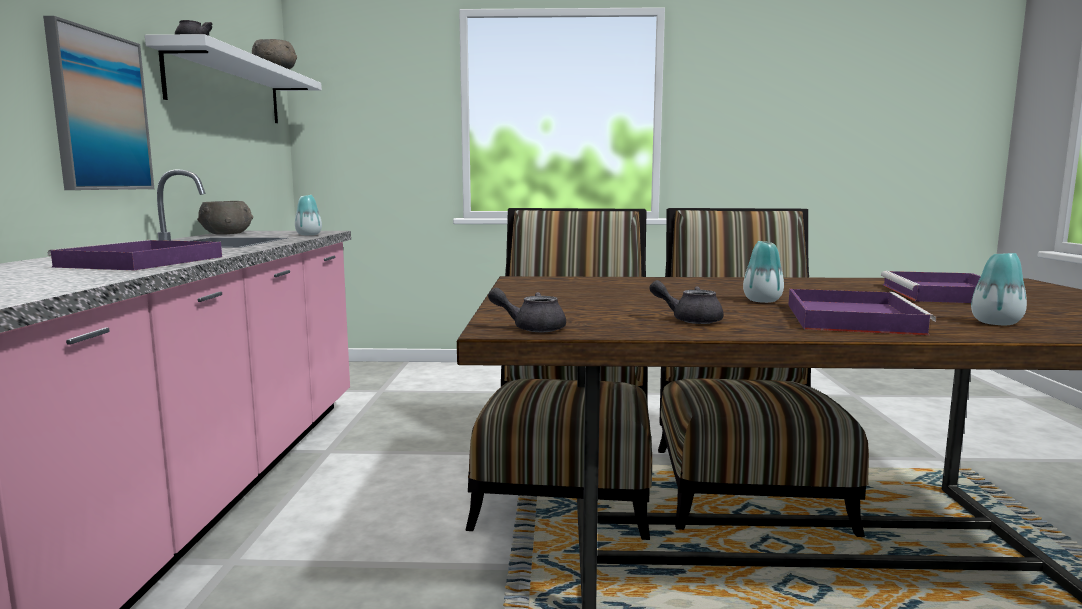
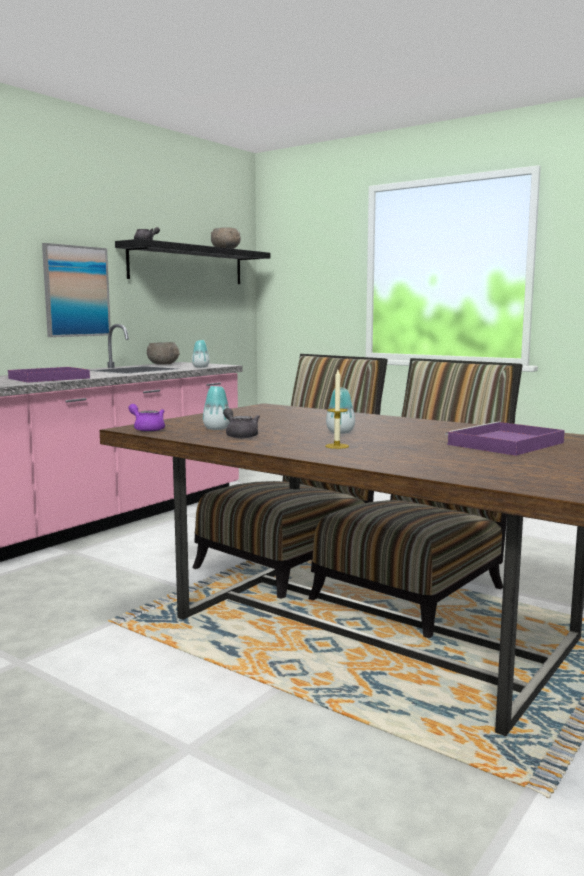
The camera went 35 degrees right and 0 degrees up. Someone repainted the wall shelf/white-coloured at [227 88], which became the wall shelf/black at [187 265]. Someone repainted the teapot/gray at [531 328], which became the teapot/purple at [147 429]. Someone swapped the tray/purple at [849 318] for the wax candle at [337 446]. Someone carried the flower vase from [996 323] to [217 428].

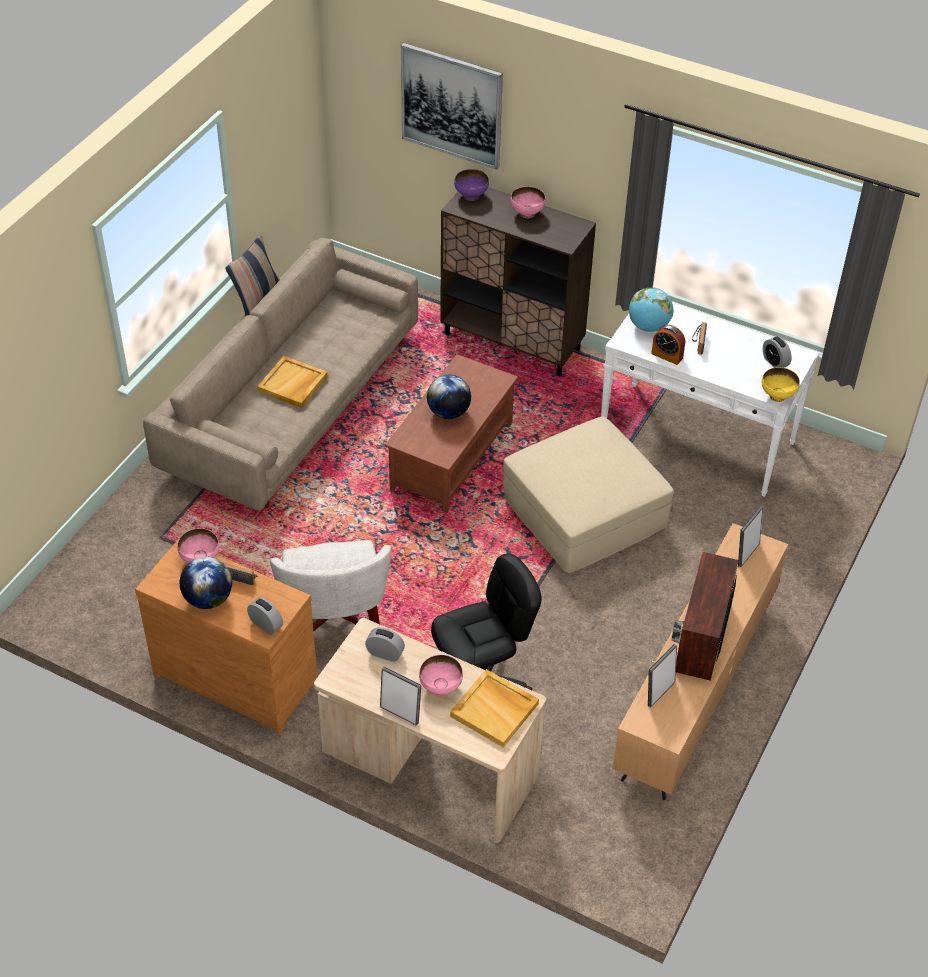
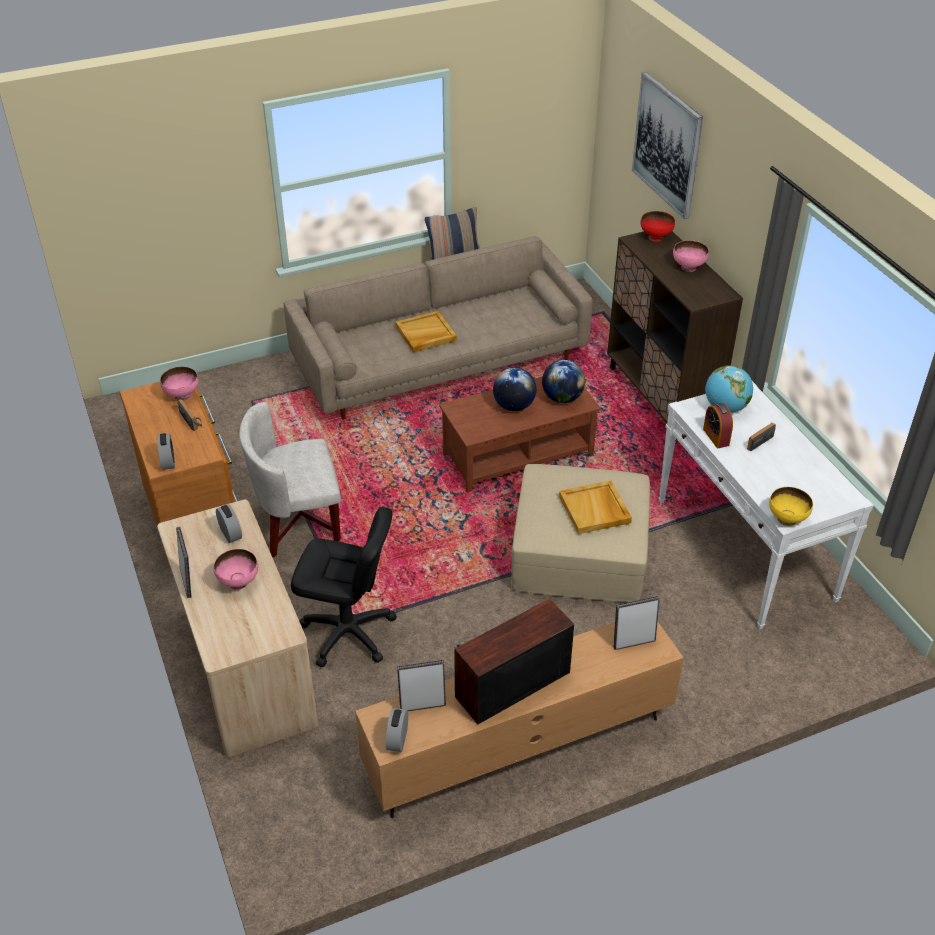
The camera went 40 degrees right and 5 degrees down. Someone carried the globe from [208 599] to [562 398]. Someone rotated the lounge chair/white-coloured at [334 623] by 45 degrees clockwise. Someone carried the tray/beige from [495 710] to [595 510]. Someone repainted the serving bowl/purple at [471 196], which became the serving bowl/red-coloured at [656 237]. Someone carried the alarm clock from [775 362] to [397 739].

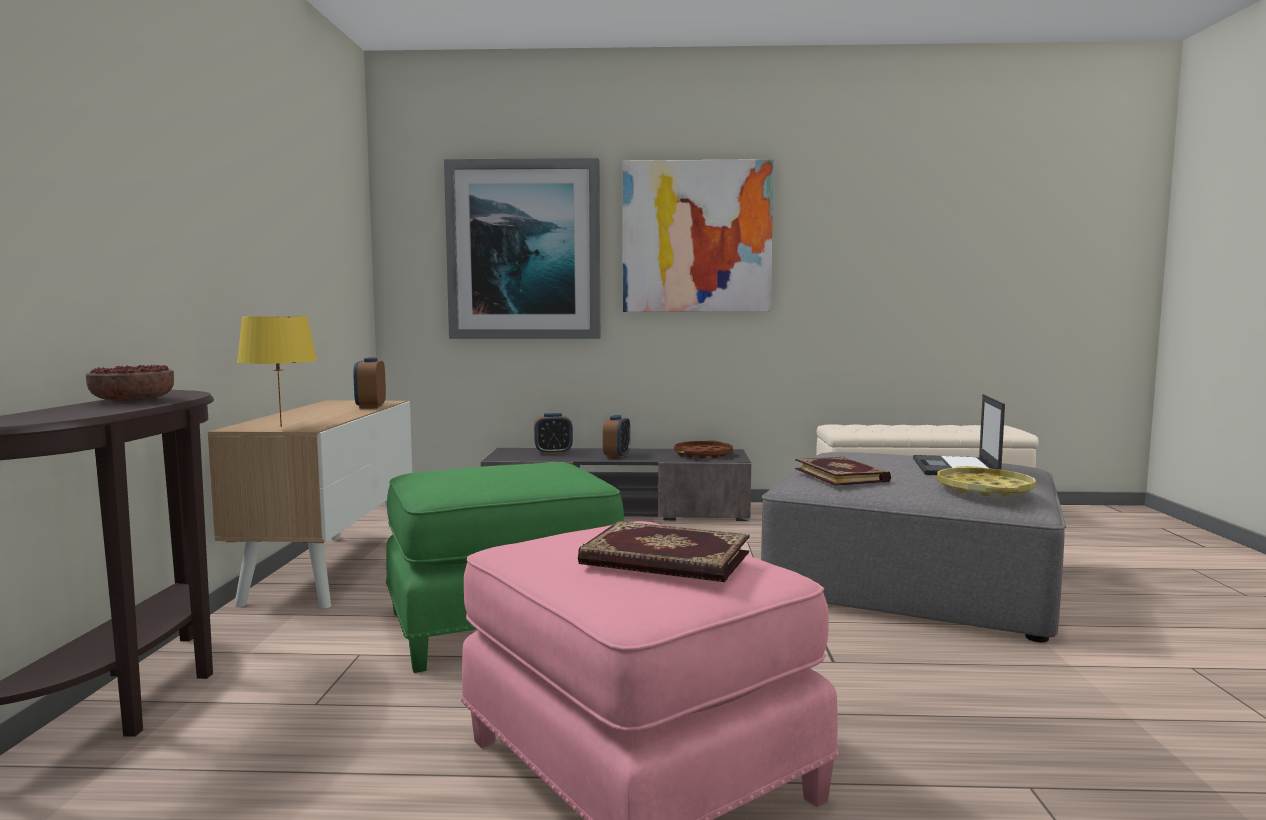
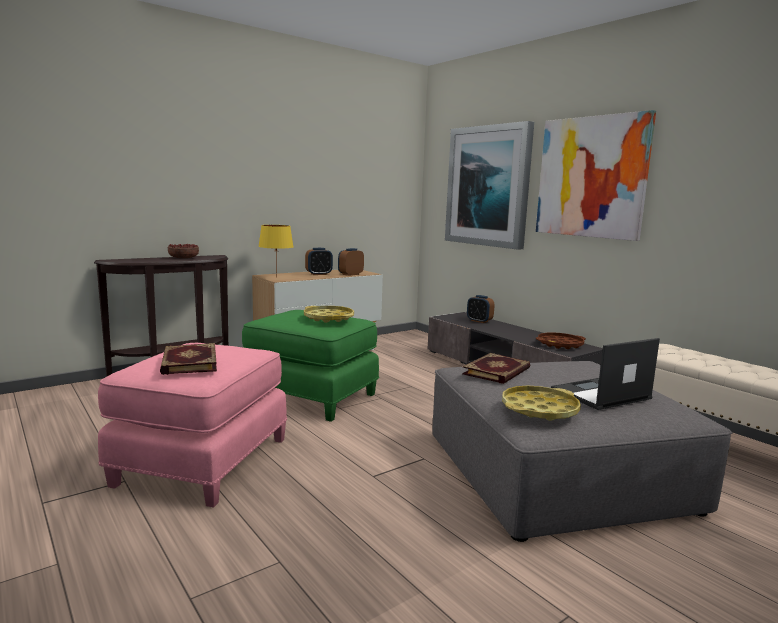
The camera went 50 degrees right and 5 degrees up. Someone carried the alarm clock from [617 456] to [319 274]. Someone put down the tray/yellow at [328 318].

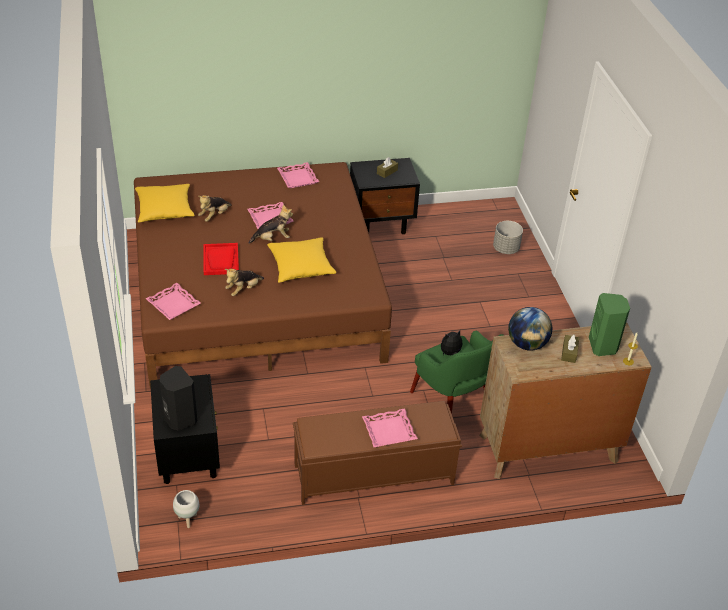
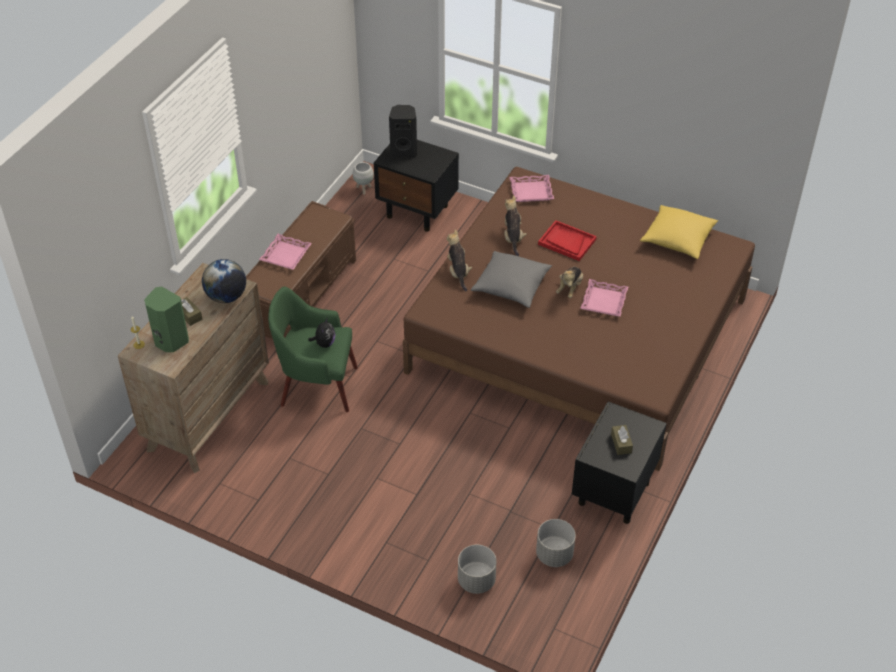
The camera went 130 degrees right and 5 degrees up. Someone carried the plush toy from [215 216] to [458 272]. Someone repainted the cushion/yellow at [301 267], which became the cushion/gray at [511 286]. Someone took away the tray/pink-coloured at [298 178]. Someone put down the flower pot/gray at [554 555].

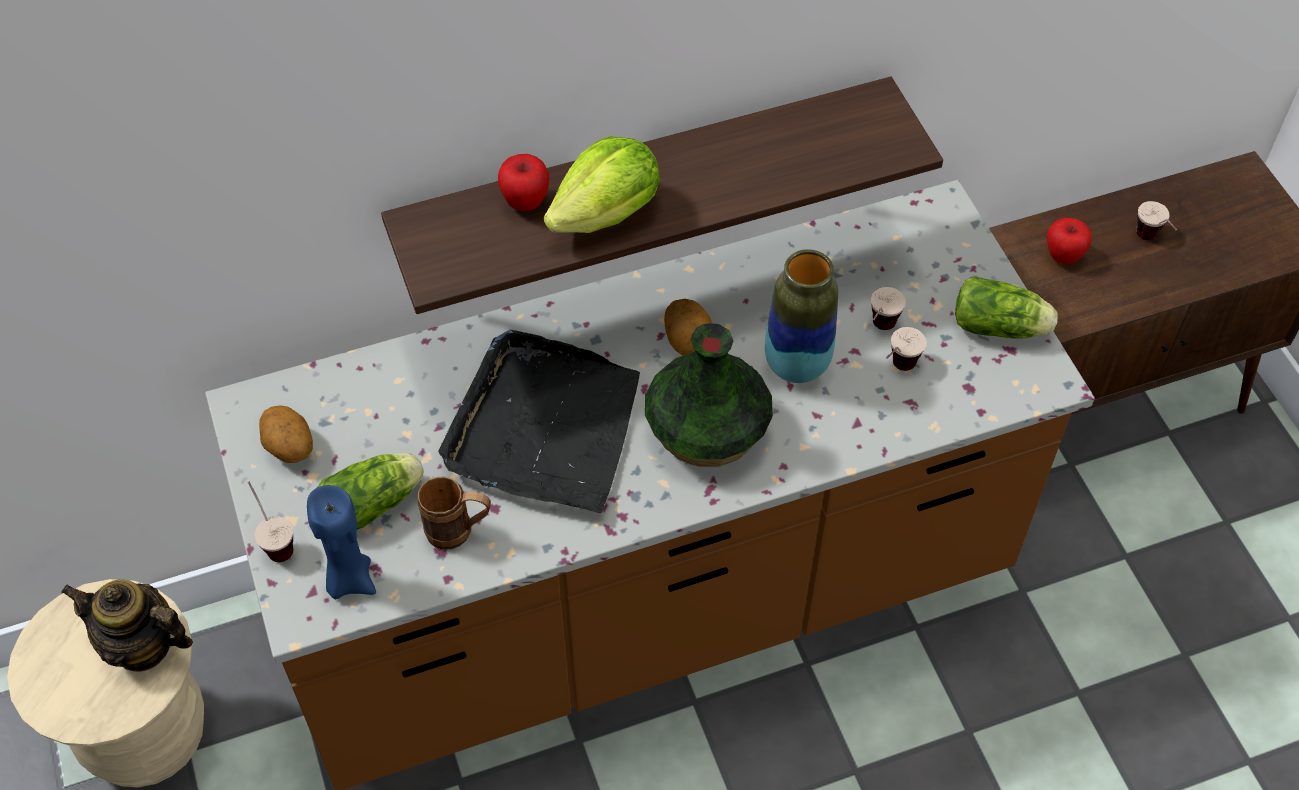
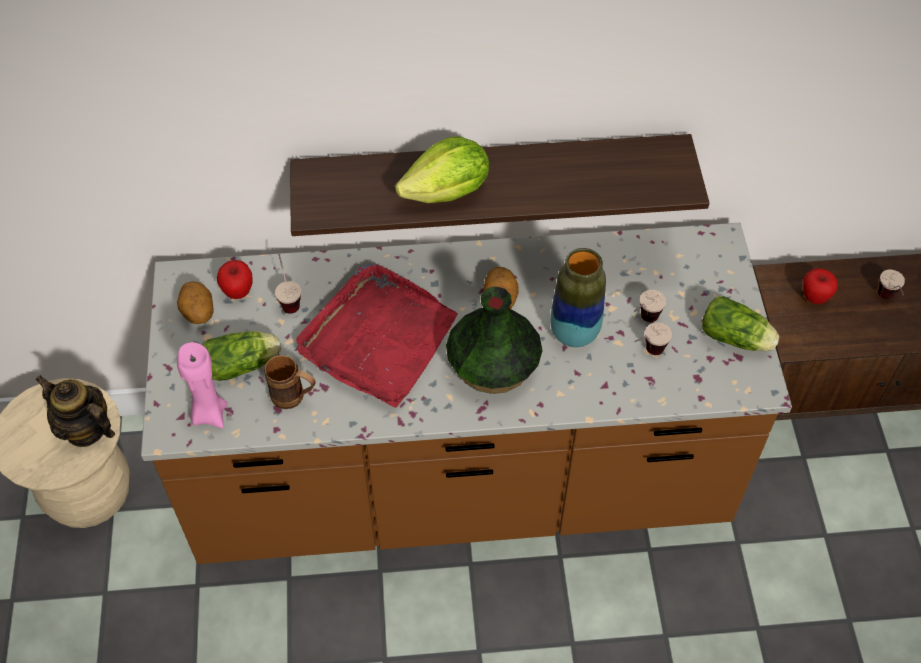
The camera went 15 degrees right and 0 degrees up. Someone carried the small cup from [274 540] to [288 298]. Someone repainted the wax candle/bluish at [349 578], which became the wax candle/pink-coloured at [209 413]. Someone repainted the tray/black at [544 428], which became the tray/red-coloured at [378 338]. Someone carried the whole apple from [525 202] to [238 292].

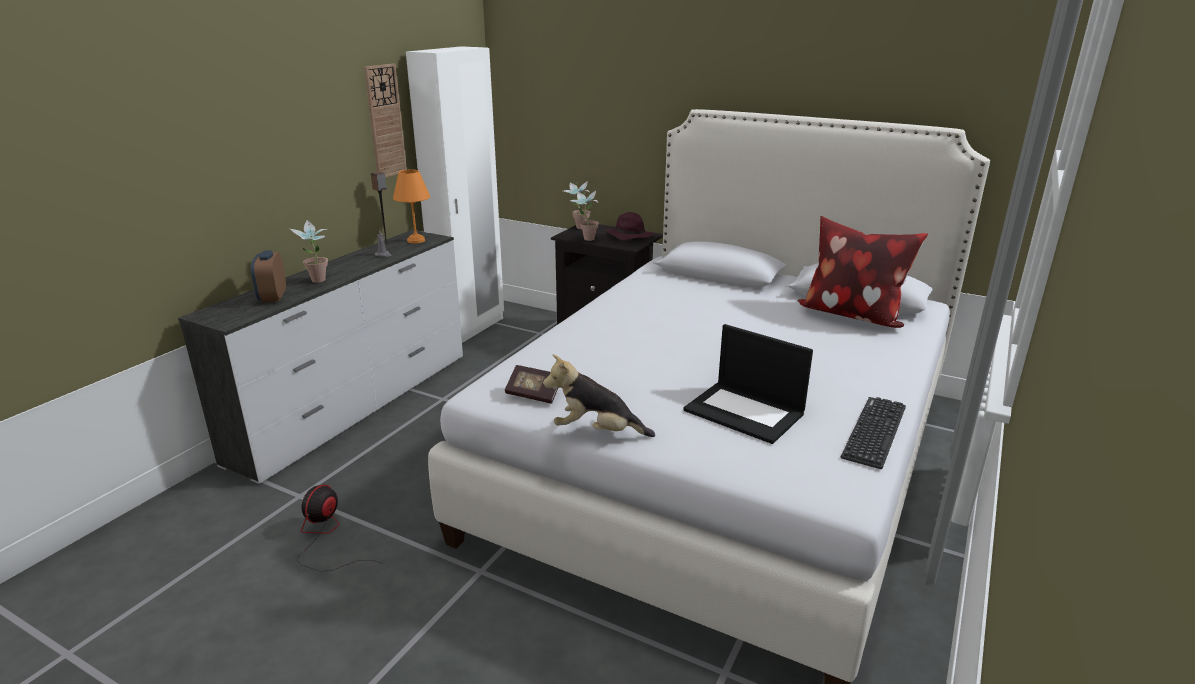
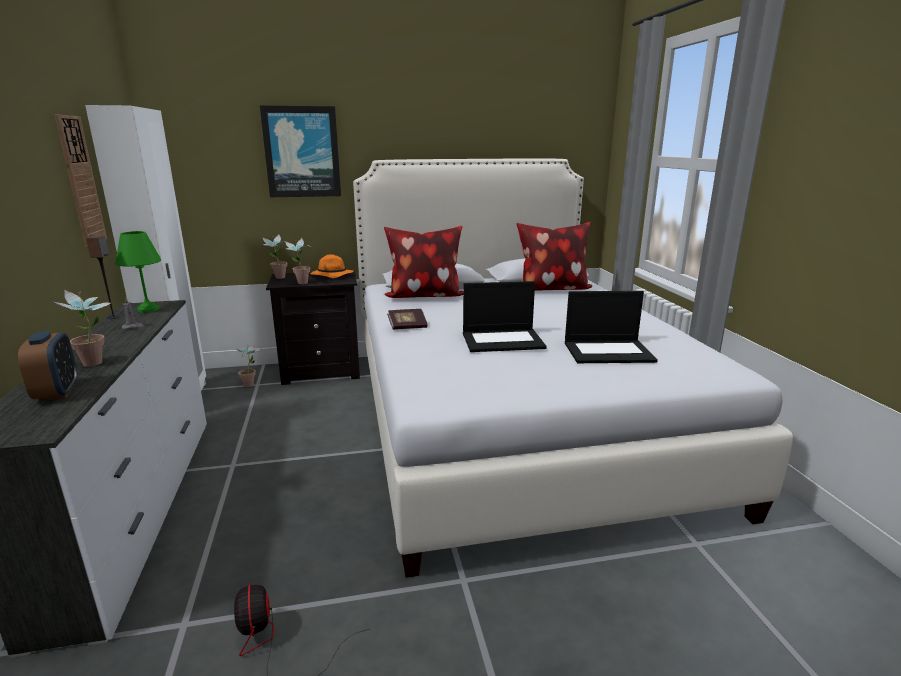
The camera went 40 degrees left and 5 degrees down. Someone rotated the alarm clock at [272 297] by 150 degrees counterclockwise. Someone repainted the table lamp/orange-coloured at [415 241], which became the table lamp/green-coloured at [147 310]. Someone carried the book from [533 394] to [407 327]. Someone took away the plush toy at [596 432]. Someone repainted the wearable hat/purple at [629 236], which became the wearable hat/orange-coloured at [331 275]. Someone took away the PC keyboard at [874 432]. Someone put down the potted plant at [252 384]. Someone put up the wall art at [302 152]. Someone put down the cushion at [424 296]. Someone put down the laptop at [503 340].

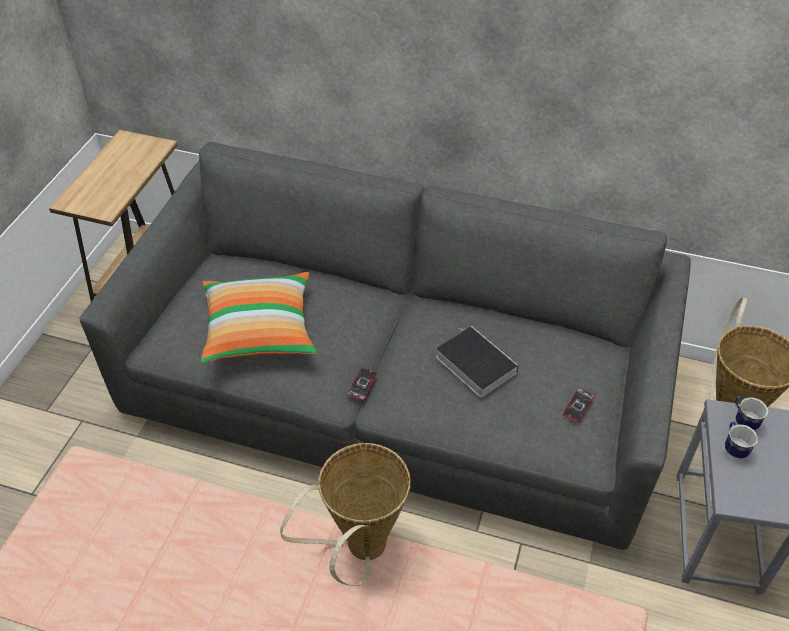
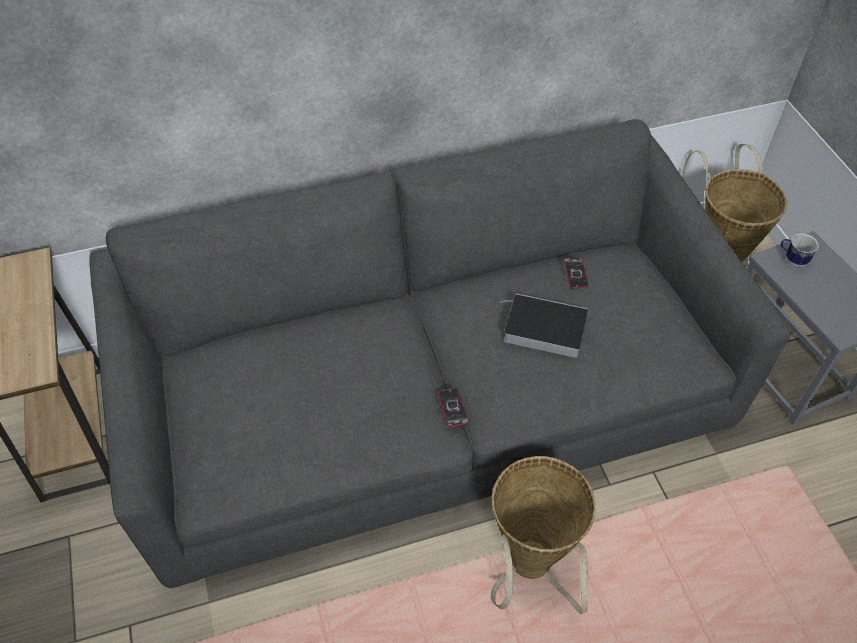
The camera went 35 degrees left and 5 degrees up. Someone took away the cushion at [259 330]. Someone carried the handset from [578 405] to [575 273]. Someone took away the mug at [733 448].

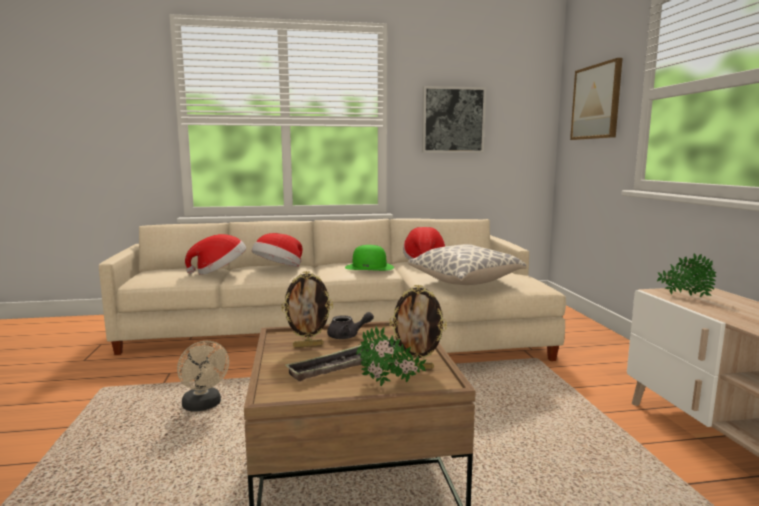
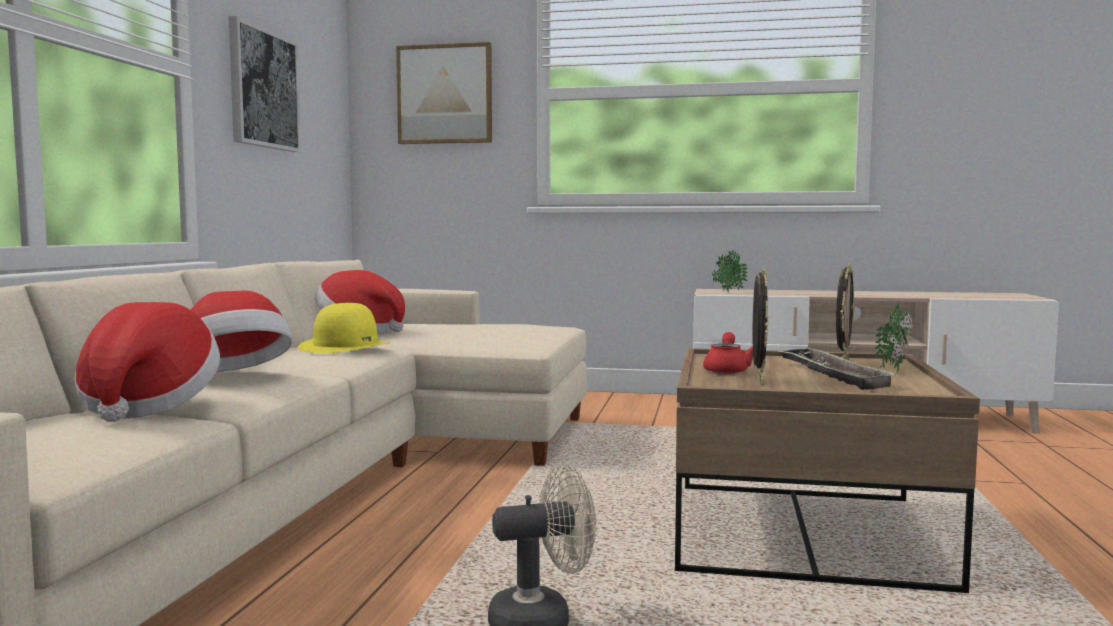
The camera went 70 degrees left and 5 degrees down. Someone repainted the teapot/gray at [347 336], which became the teapot/red-coloured at [727 370]. Someone repainted the wearable hat/green-coloured at [369 267], which became the wearable hat/yellow at [345 346]. Someone took away the cushion at [465 282].

